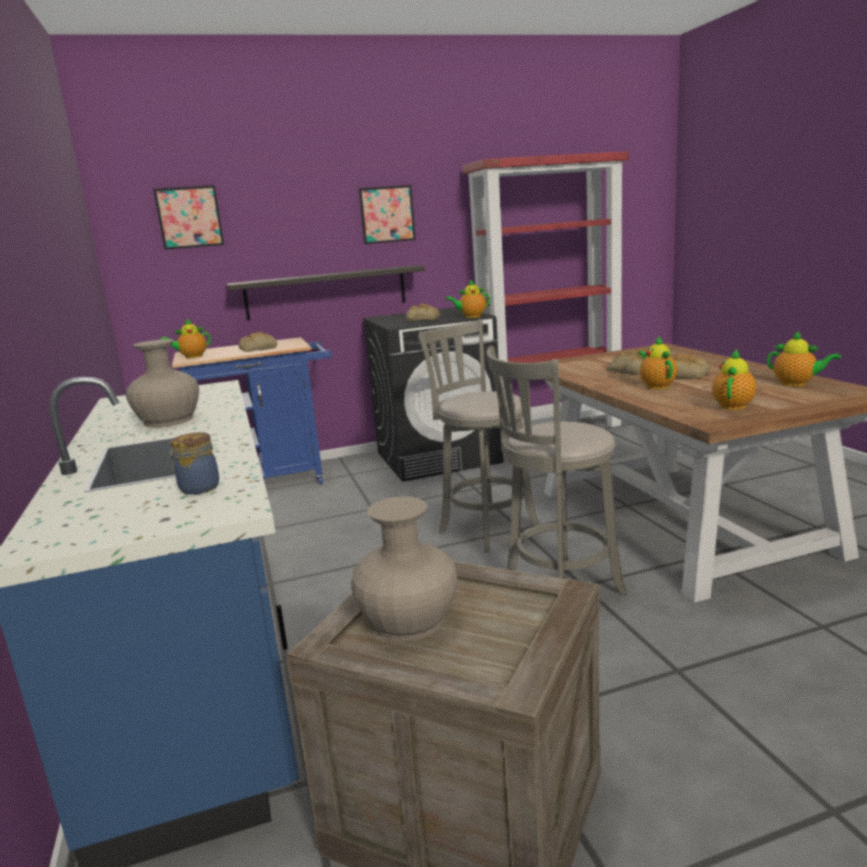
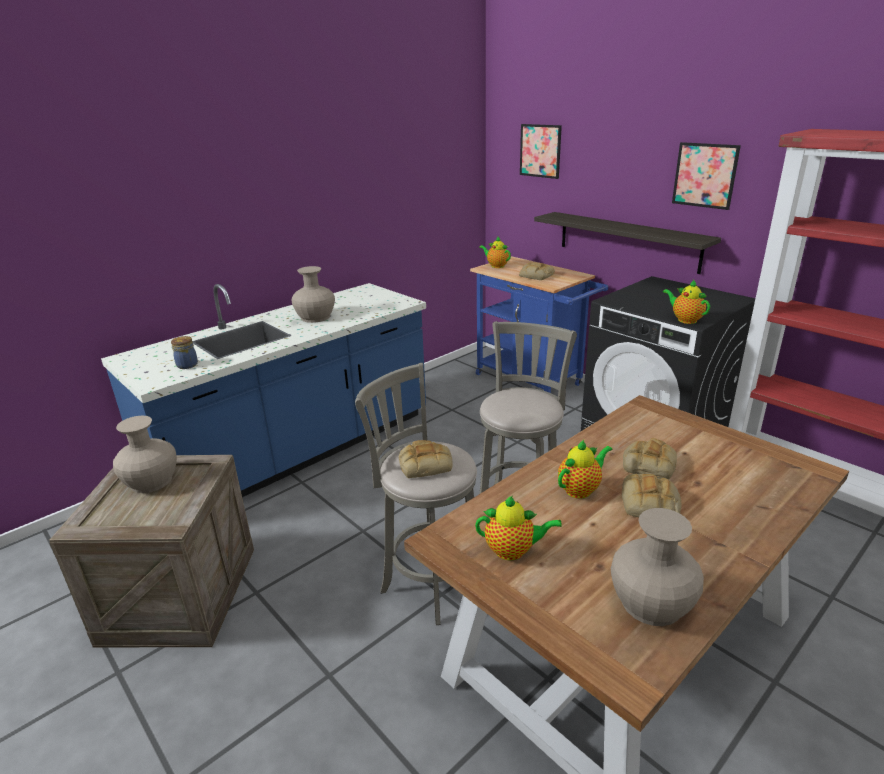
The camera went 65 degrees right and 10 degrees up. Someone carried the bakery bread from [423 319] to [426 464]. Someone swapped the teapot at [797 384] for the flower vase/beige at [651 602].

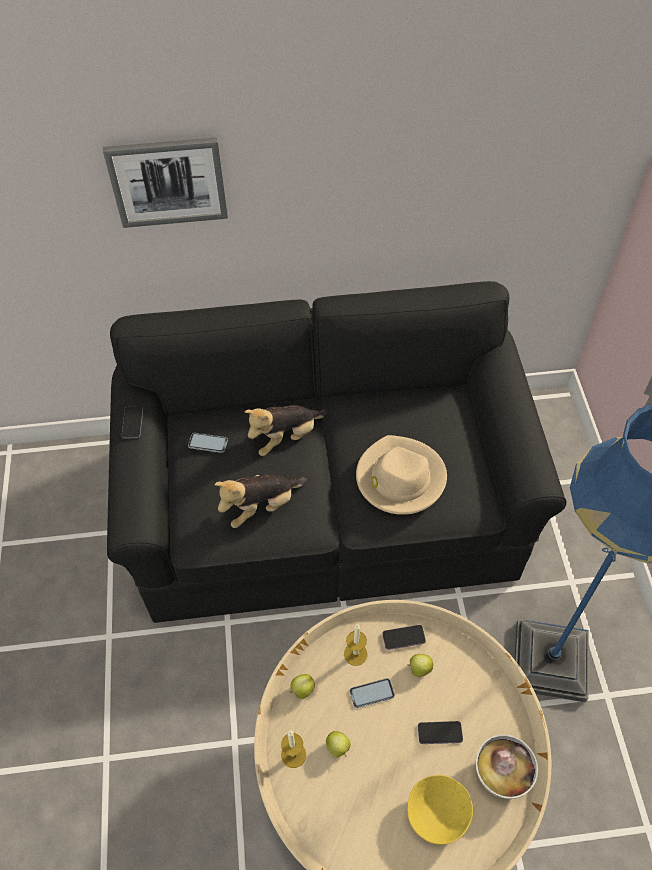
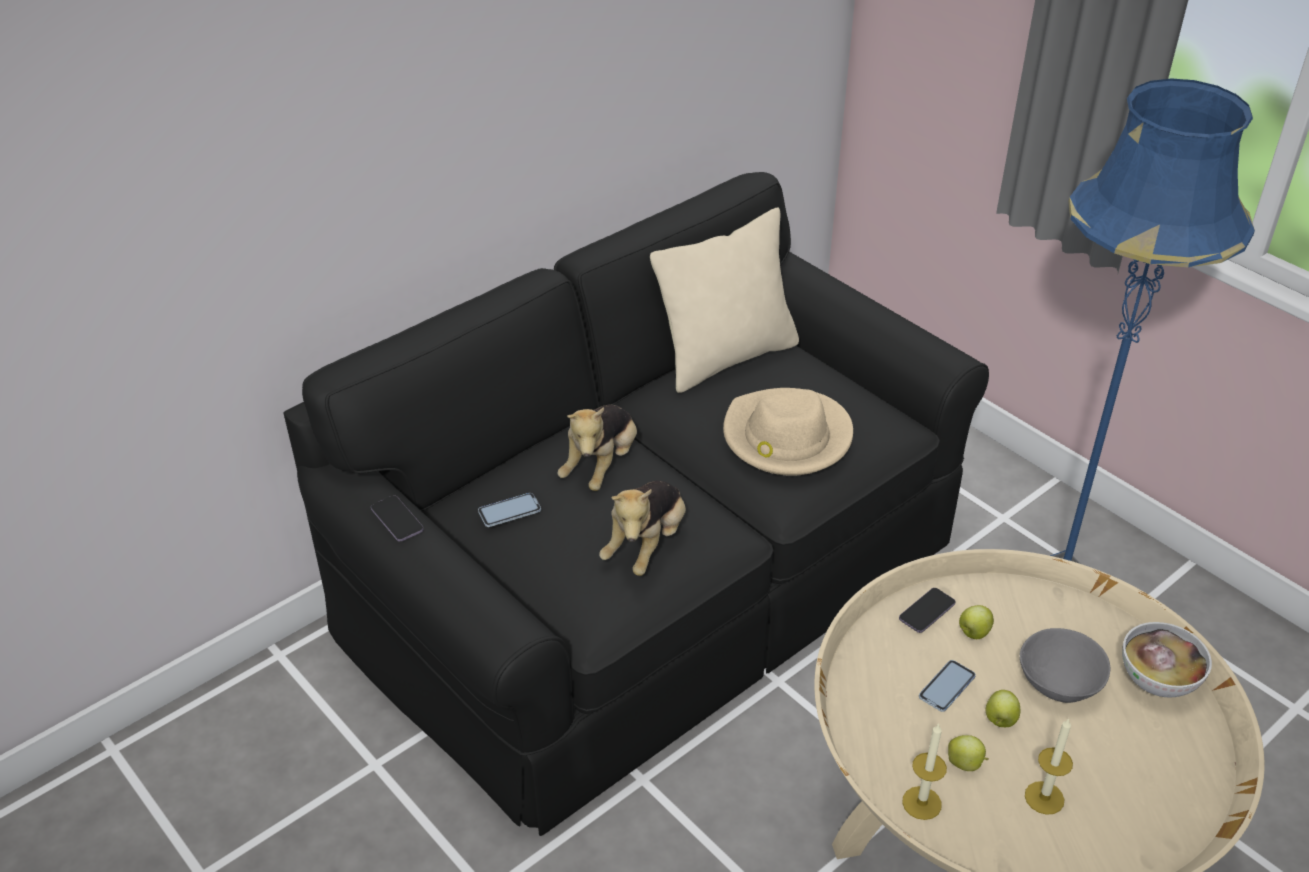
The camera went 35 degrees left and 15 degrees down. Someone took away the wall art at [168 181]. Someone carried the whole apple from [302 690] to [1000 720]. Someone carried the wax candle from [355 654] to [1044 798]. Someone took away the serving bowl/yellow at [438 814]. Someone swapped the handset at [439 733] for the serving bowl/gray at [1057 682]. Someone put down the cushion/beige at [726 357].

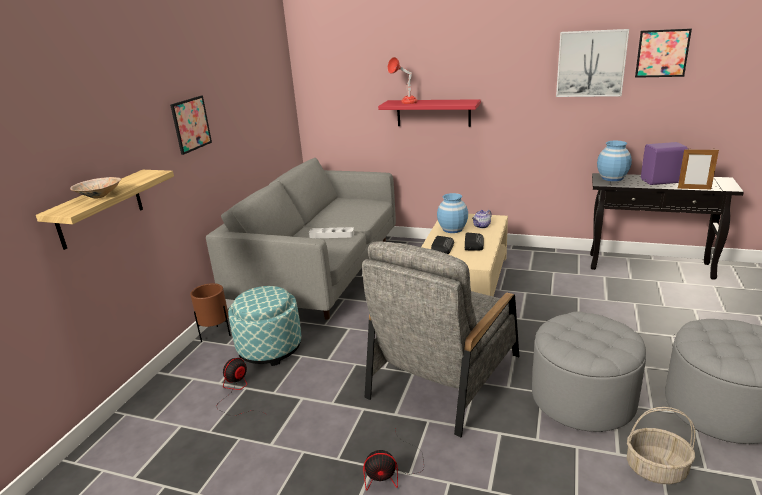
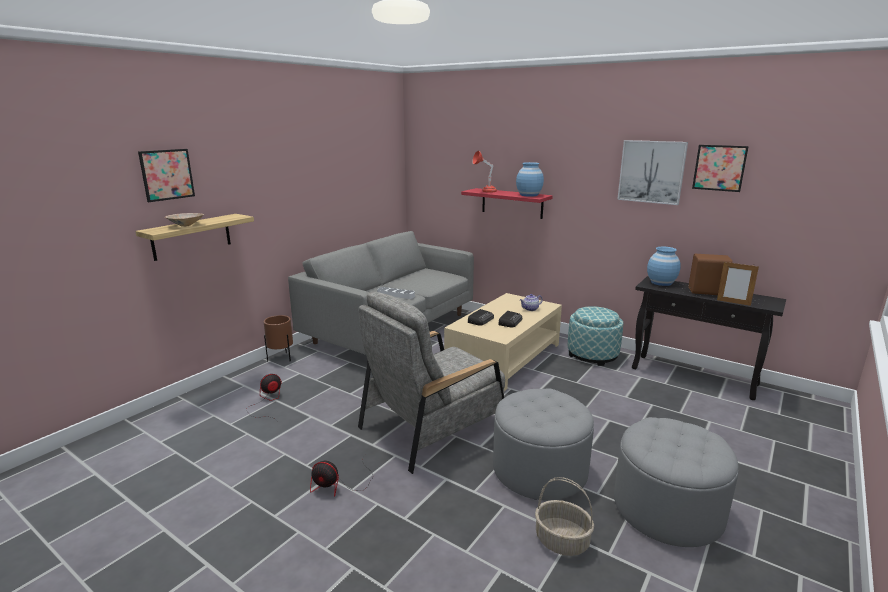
The camera went 15 degrees right and 5 degrees down. Someone carried the wall art from [191 124] to [167 174]. Someone carried the pouffe from [270 348] to [592 355]. Someone carried the flower vase/bluish from [452 229] to [529 195]. Someone repainted the loudspeaker/purple at [661 181], which became the loudspeaker/brownish at [707 292].

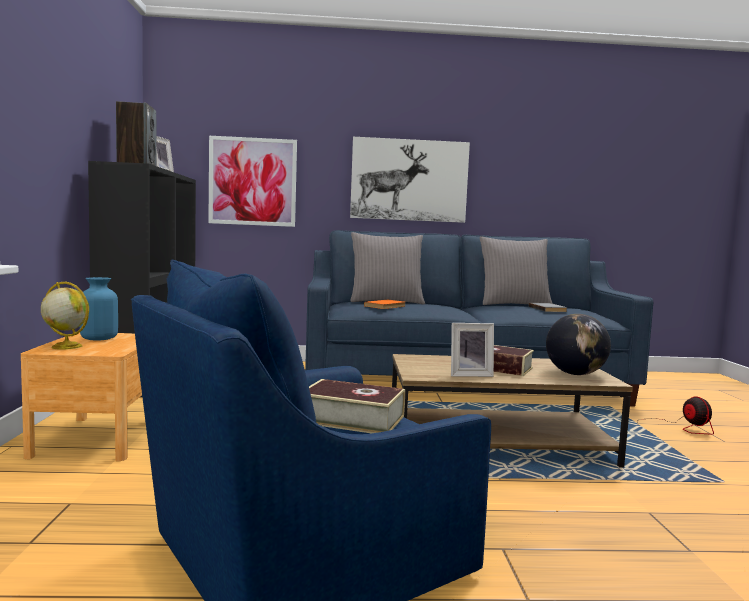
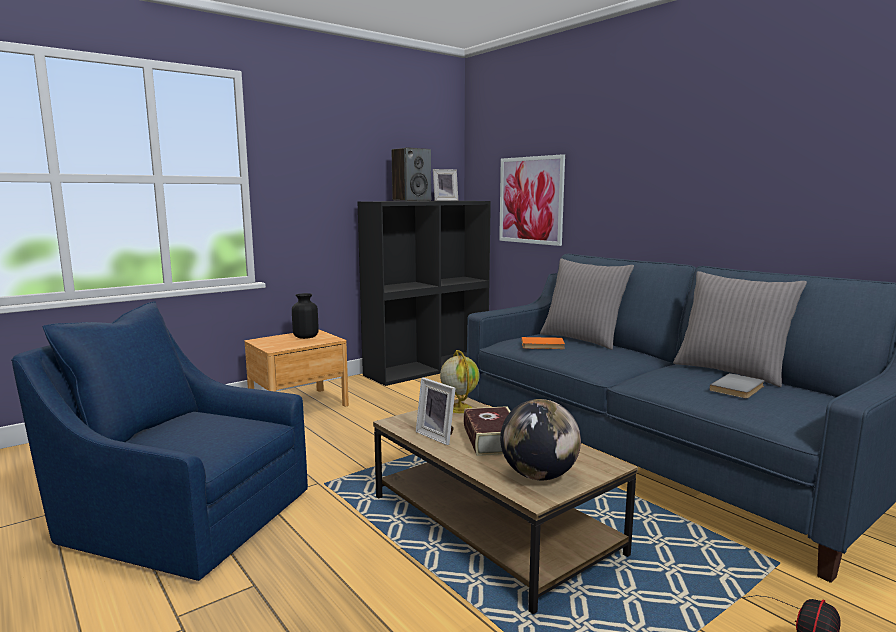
The camera went 55 degrees right and 5 degrees up. Someone carried the globe from [65 346] to [459 408]. Someone repainted the flower vase/bluish at [99 338], which became the flower vase/black at [306 337]. Someone took away the book at [351 419]. Someone took away the wall art at [409 180].

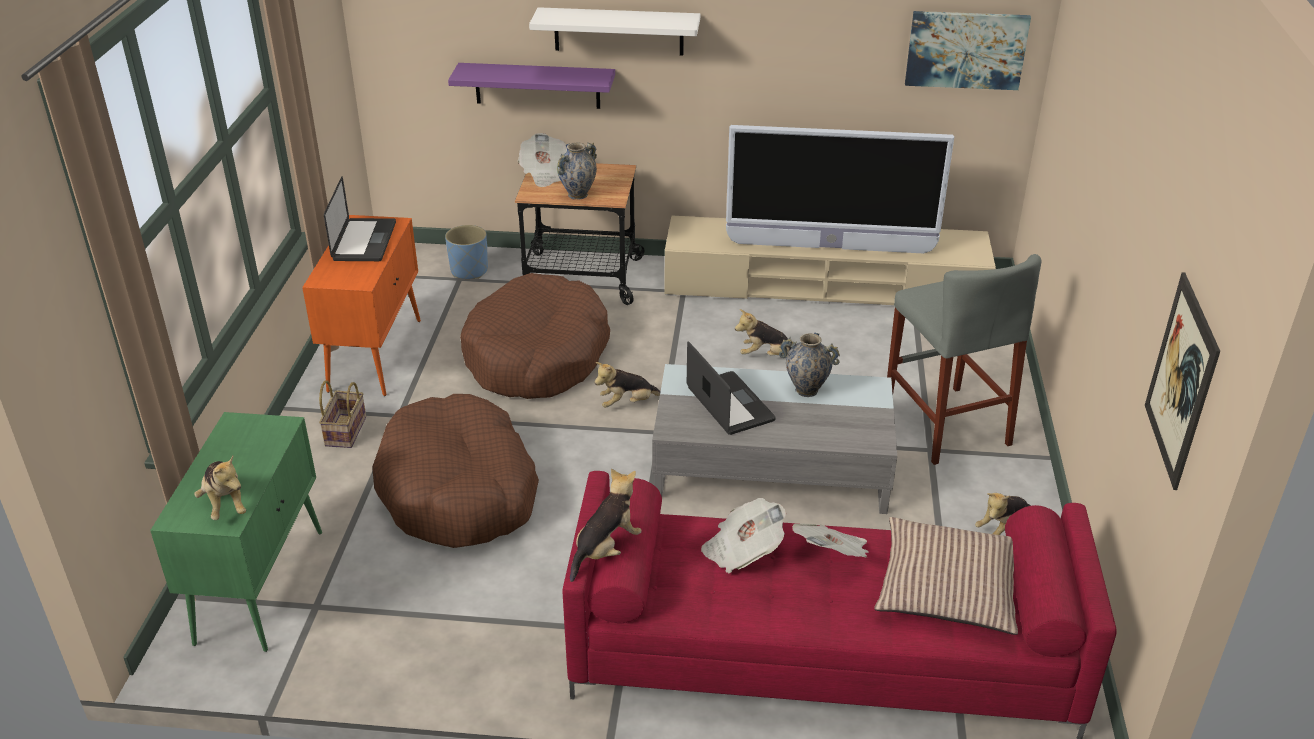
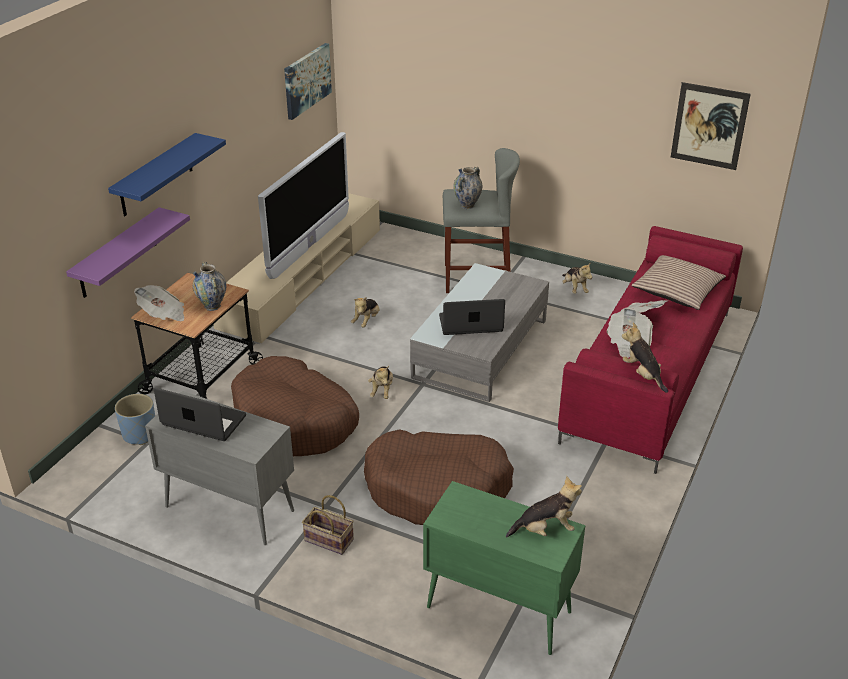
The camera went 70 degrees left and 0 degrees up. Someone repainted the storage cabinet/orange-coloured at [375 354], which became the storage cabinet/gray at [228 508]. Someone repainted the wall shelf/white-coloured at [618 31], which became the wall shelf/bluish at [156 175]. Someone carried the flower vase from [806 390] to [467 205].

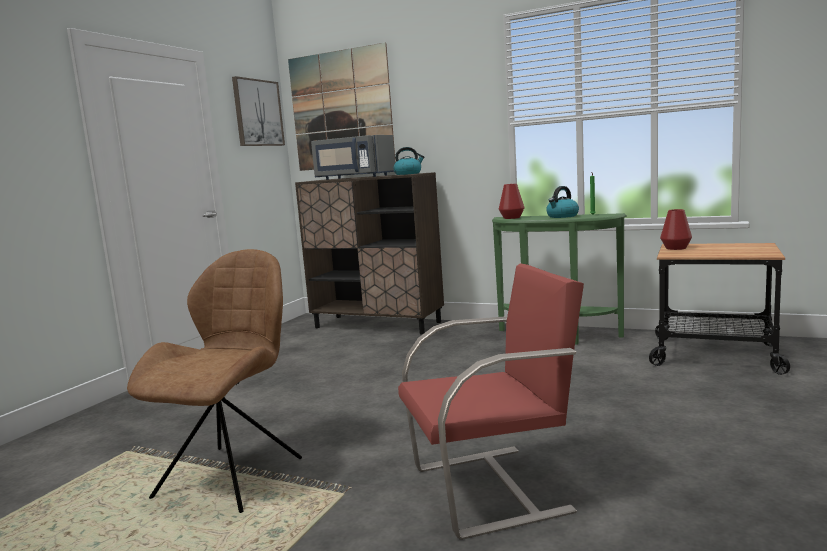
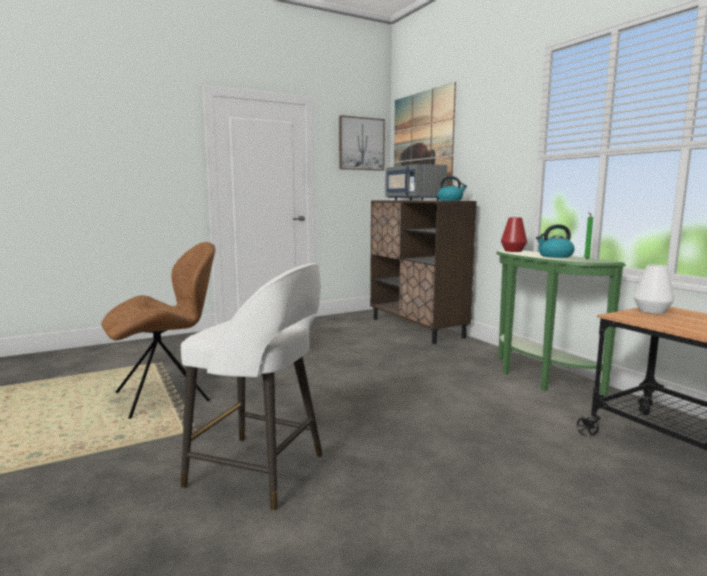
The camera went 35 degrees right and 0 degrees up. Someone swapped the upright chair/red-coloured at [493 488] for the stool/white-coloured at [260 471]. Someone repainted the flower vase/red-coloured at [676 248], which became the flower vase/white-coloured at [652 311].

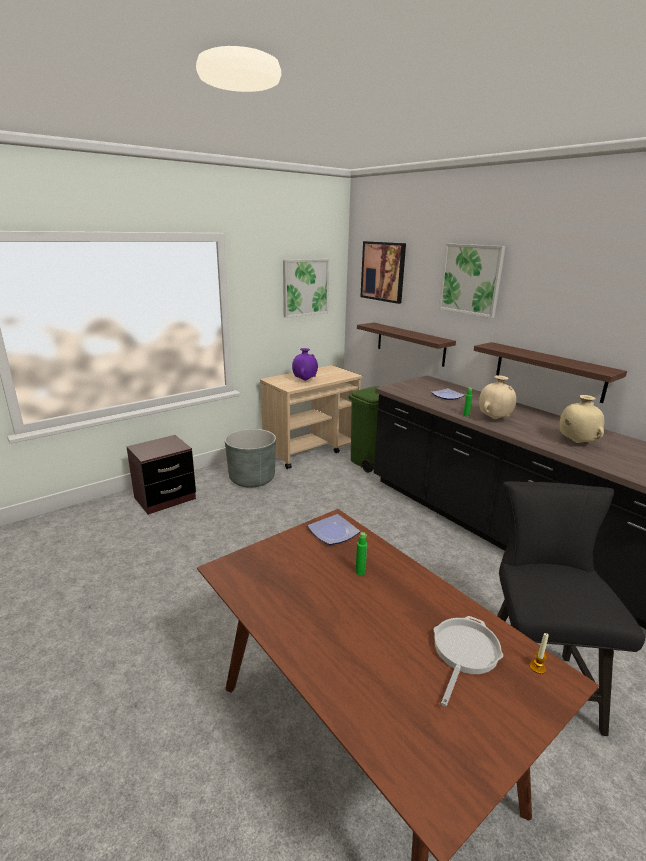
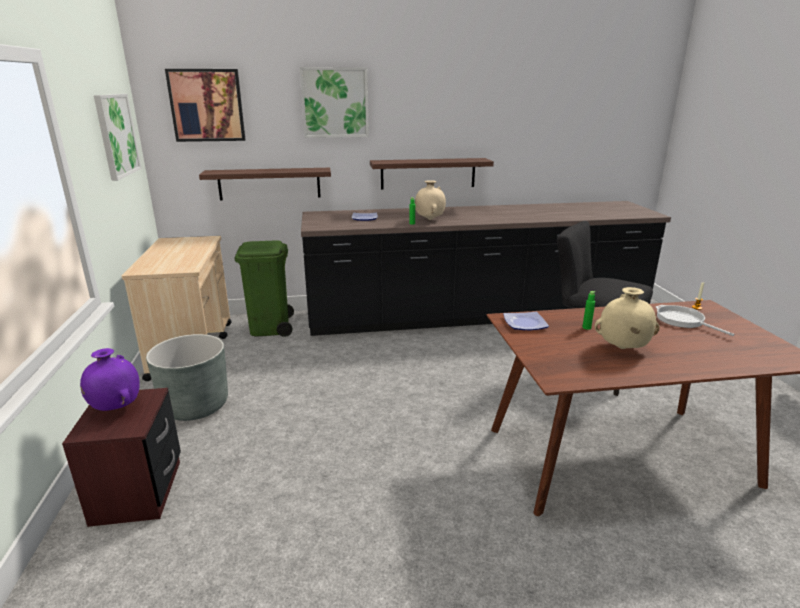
The camera went 60 degrees left and 0 degrees up. Someone carried the flower vase/purple from [304 380] to [116 408]. Someone carried the flower vase/beige from [576 442] to [622 348].

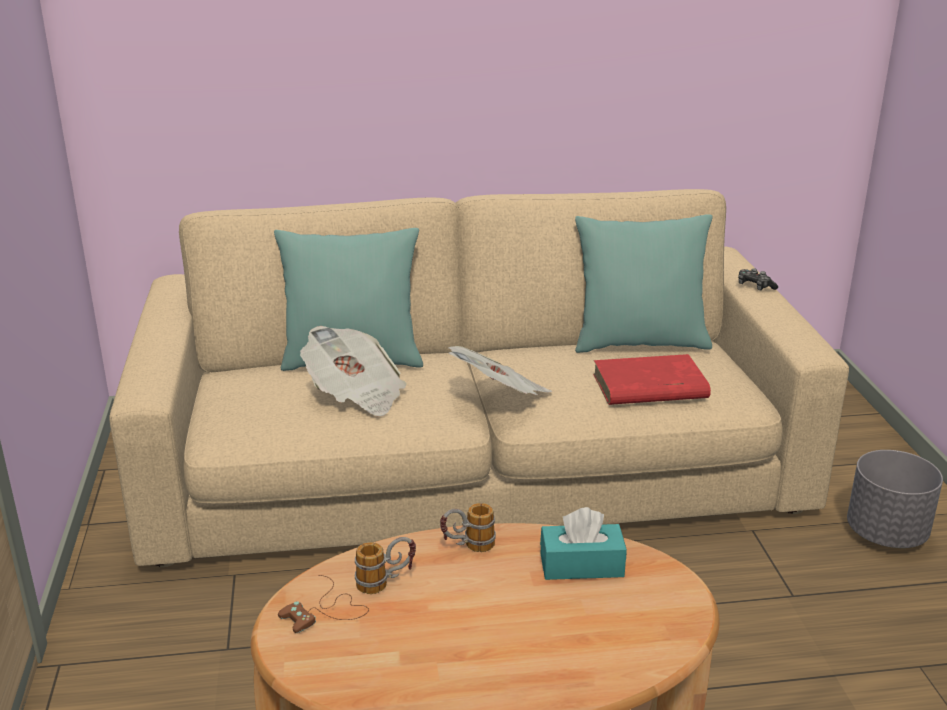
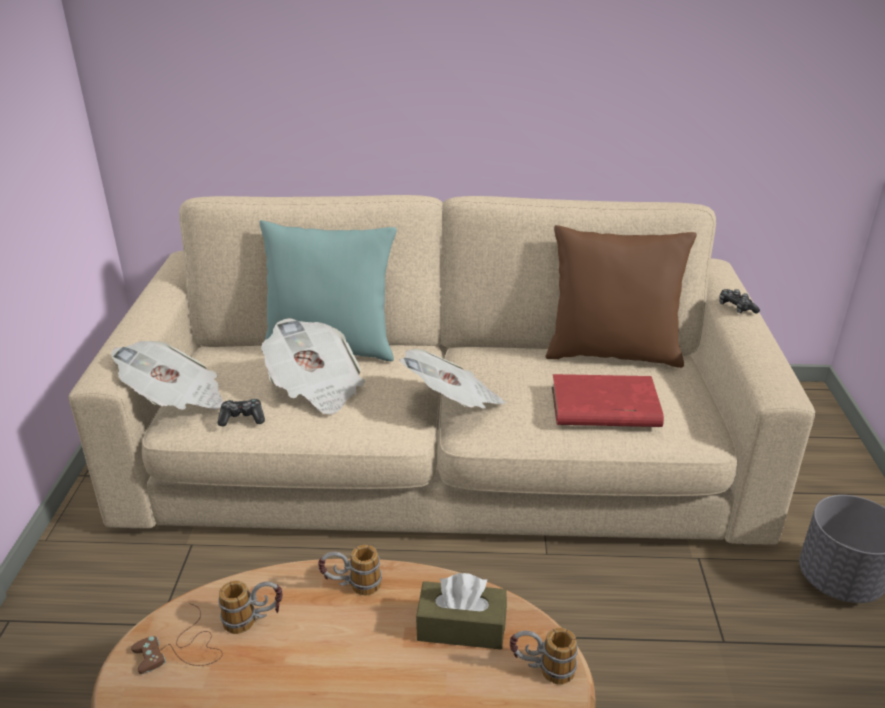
The camera went 10 degrees right and 5 degrees up. Someone repainted the tissue holder/turquoise-coloured at [581 565], which became the tissue holder/brownish at [461 627]. Someone repainted the cushion/turquoise-coloured at [639 342], which became the cushion/brownish at [612 353]. Someone put down the printed paper at [176 399]. Someone put down the joypad at [242 418]. Someone put down the mug at [541 671].

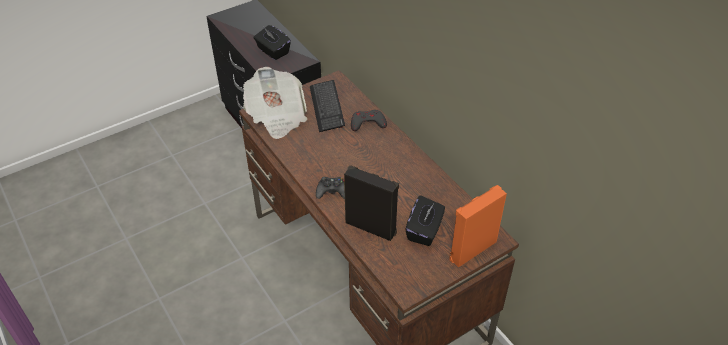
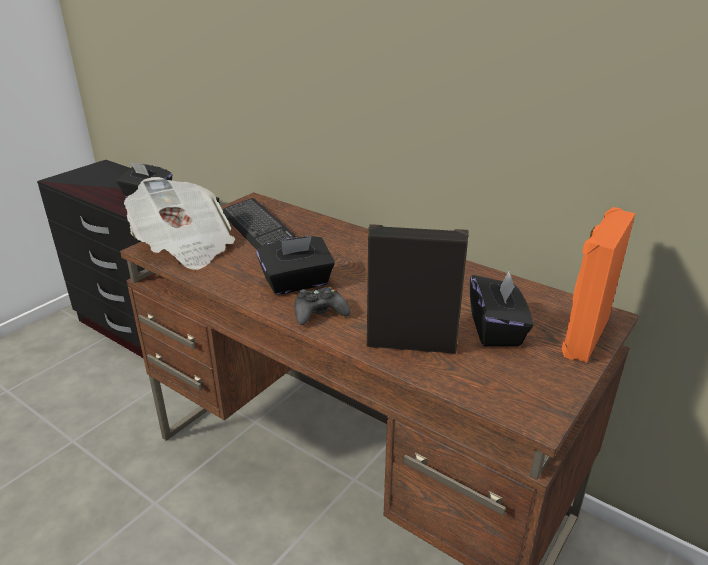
The camera went 20 degrees left and 15 degrees down. Someone took away the joypad/gray at [367 123]. Someone put down the tissue holder/black at [297 283].

